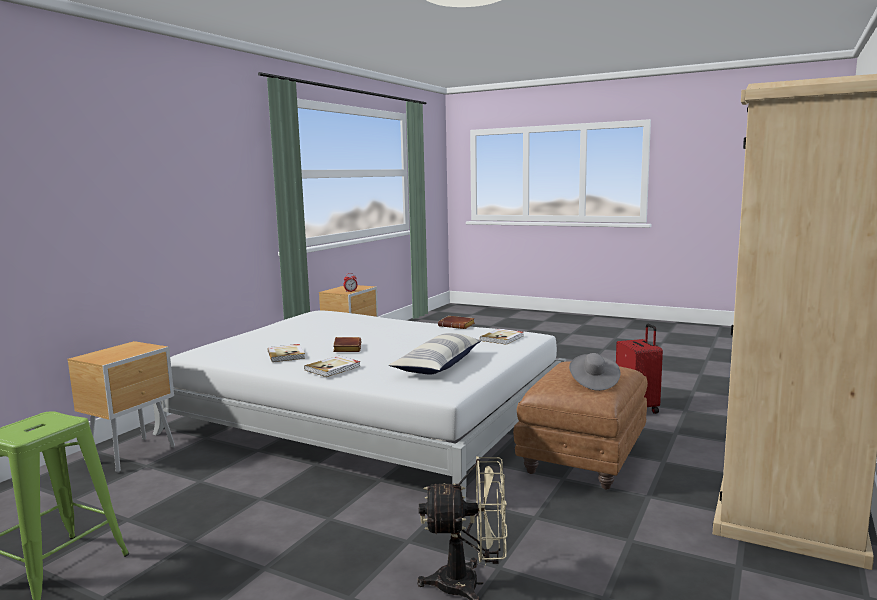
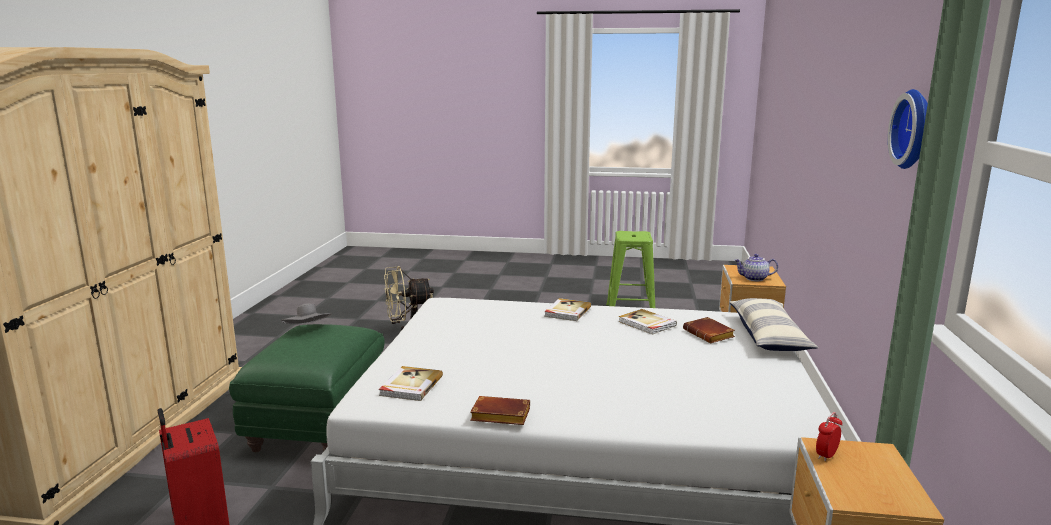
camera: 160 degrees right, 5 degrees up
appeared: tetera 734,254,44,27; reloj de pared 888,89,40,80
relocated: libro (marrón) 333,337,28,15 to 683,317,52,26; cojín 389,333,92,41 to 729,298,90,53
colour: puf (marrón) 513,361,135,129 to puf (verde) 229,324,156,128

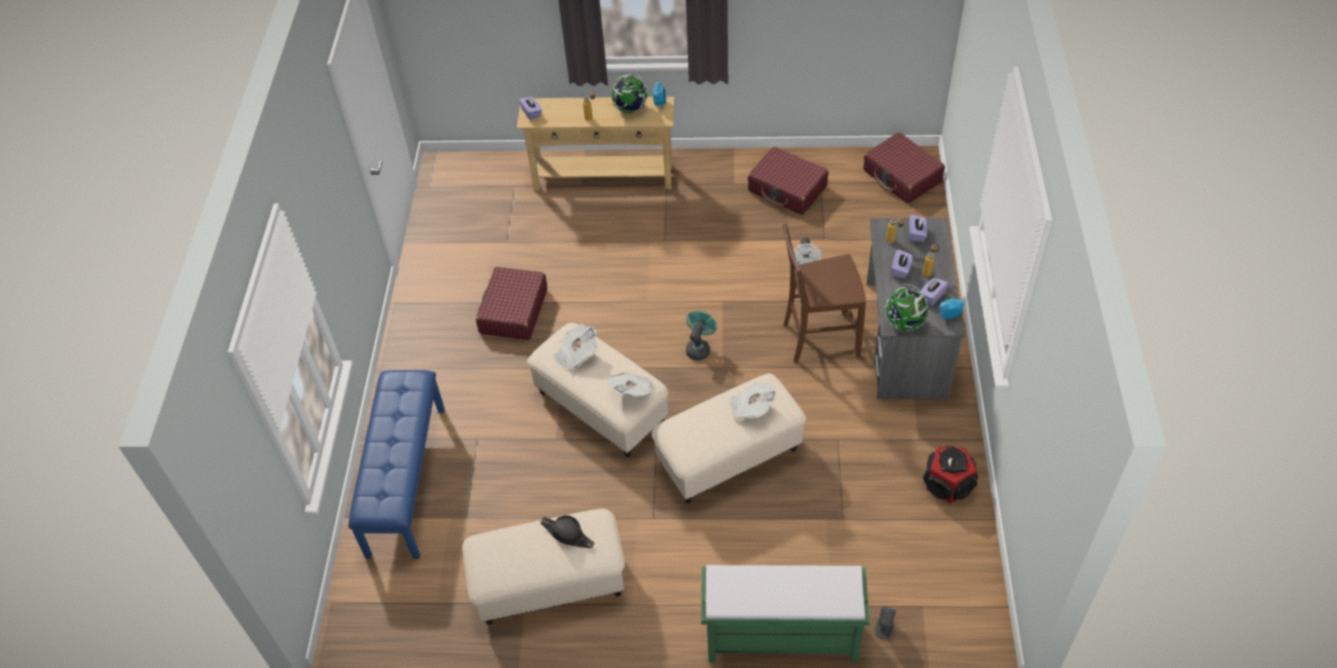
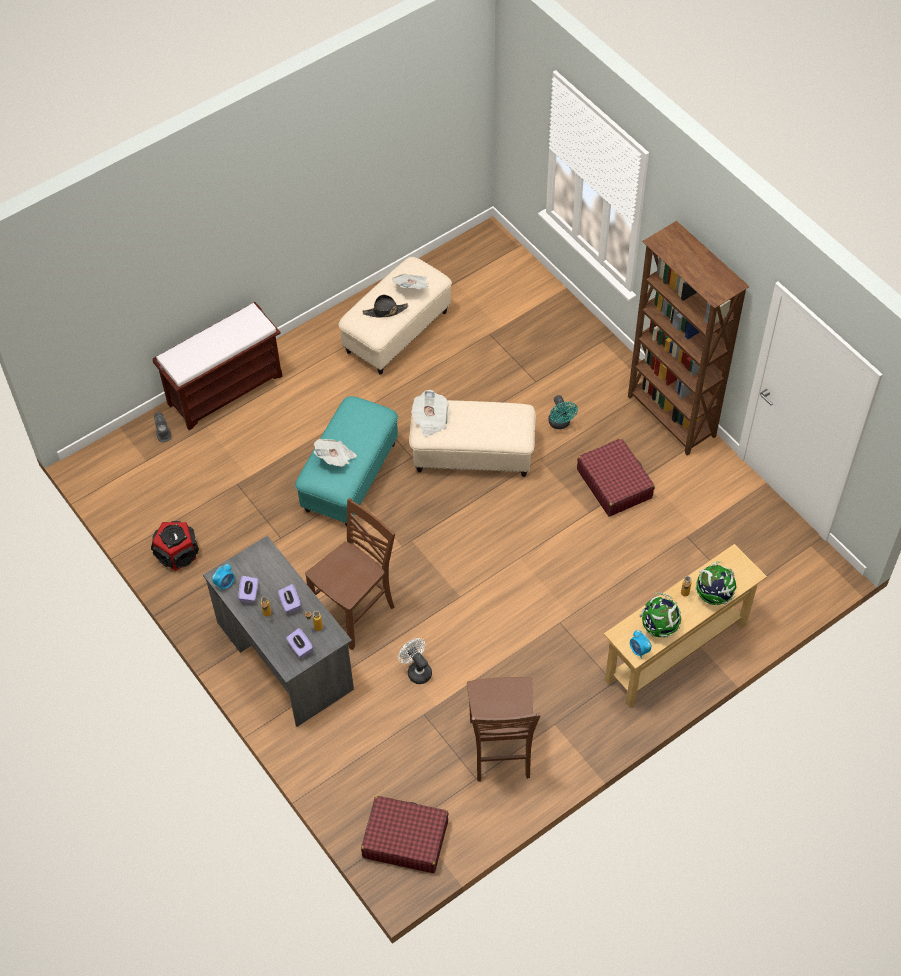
camera: 140 degrees right, 5 degrees up
missing: banco (azul) 348,370,97,189; caja de pañuelos (morado) 519,96,23,24
appeared: estantería (marrón) 628,221,122,235
relocated: periódico 553,324,44,47 to 392,273,37,16; ventilador (turquesa) 686,311,31,49 to 548,395,30,34; globo terráqueo 884,284,44,48 to 695,561,41,44
exchanged: maleta (rojo) 748,146,80,69 to silla (marrón) 467,677,74,105
colour: puf (beis) 652,373,154,130 to puf (turquesa) 295,396,103,131; banco (verde) 701,565,169,98 to banco (marrón) 153,302,129,128

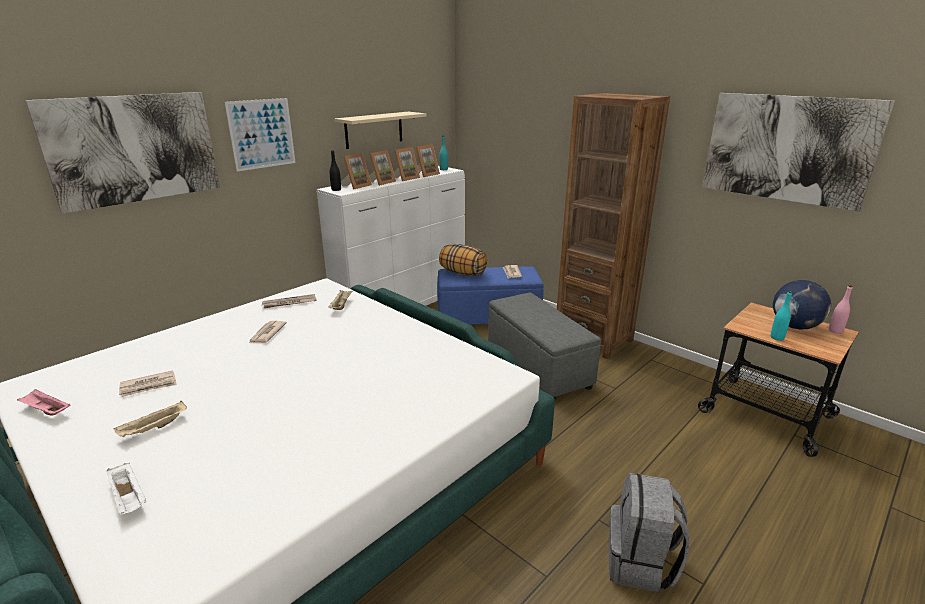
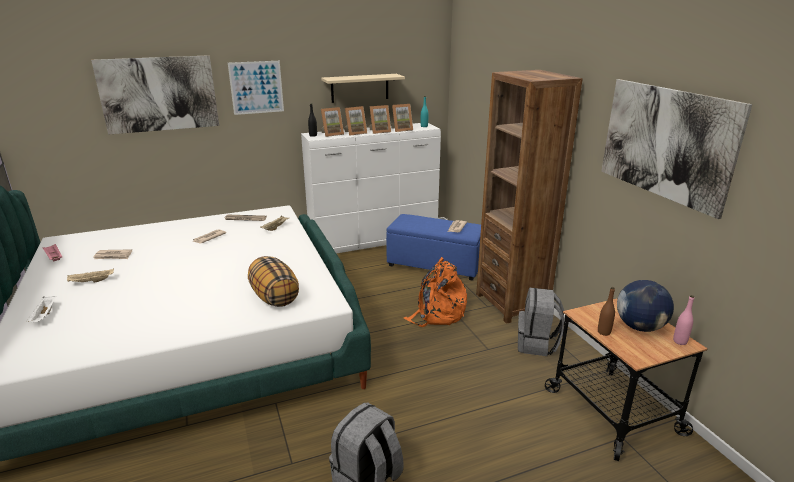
camera: 25 degrees right, 0 degrees up
appeared: mochila (gris) 518,288,46,68
relocated: cojín 439,244,48,32 to 248,256,51,51
exchanged: puf (gris) 488,293,113,107 to mochila (naranja) 404,257,63,70
colour: botella (turquesa) 770,291,22,50 to botella (marrón) 598,287,17,49

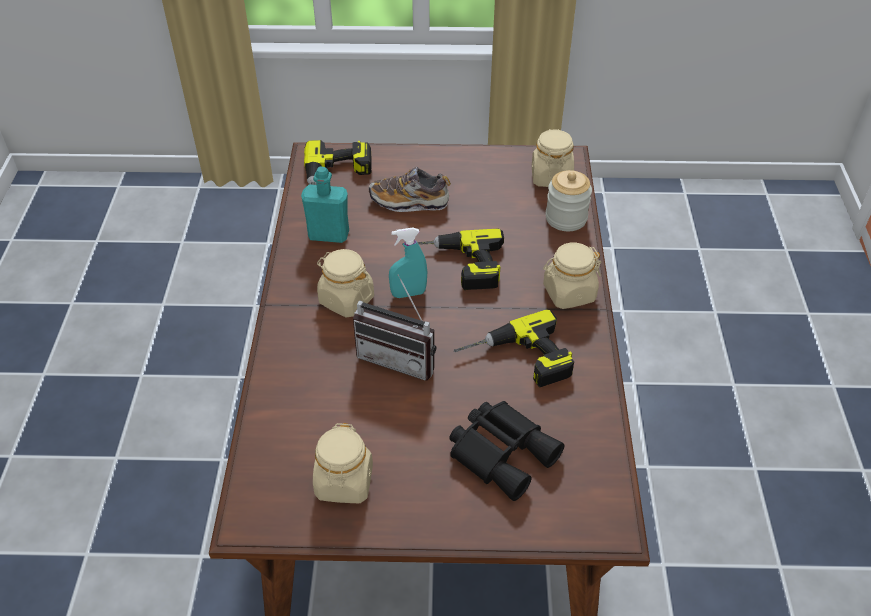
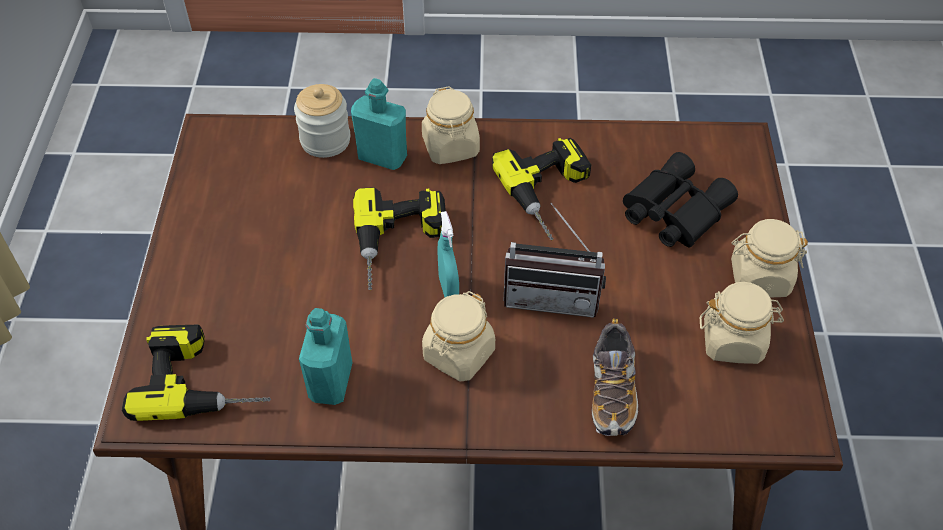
camera: 90 degrees left, 5 degrees up
appeared: botella (turquesa) 351,78,56,92
relocated: zapato 368,167,83,45 to 592,318,46,118; tarro (beis) 532,129,42,58 to 731,219,77,78
spun: radio 353,274,83,106 = 504,203,102,115 75 degrees clockwise

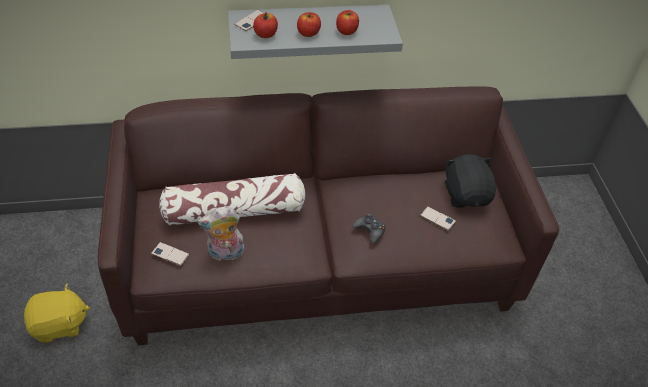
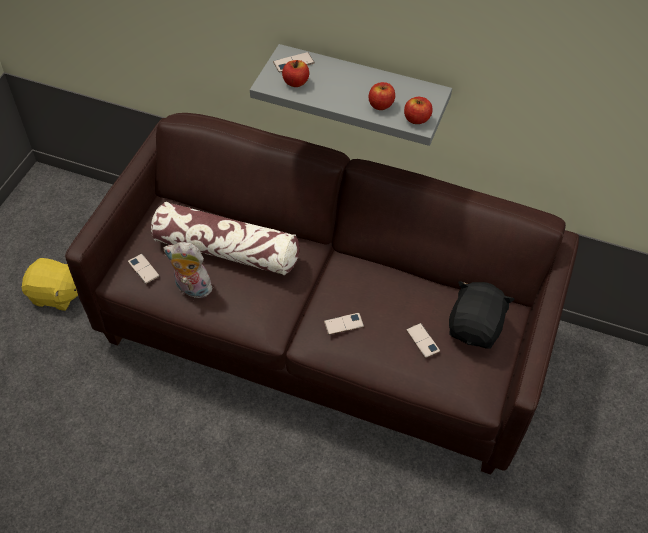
camera: 30 degrees right, 5 degrees up
relocated: manzana 297,12,24,25 to 404,97,28,27
exchanged: mando de consola (negro) 353,213,32,31 to móvil 324,313,40,22

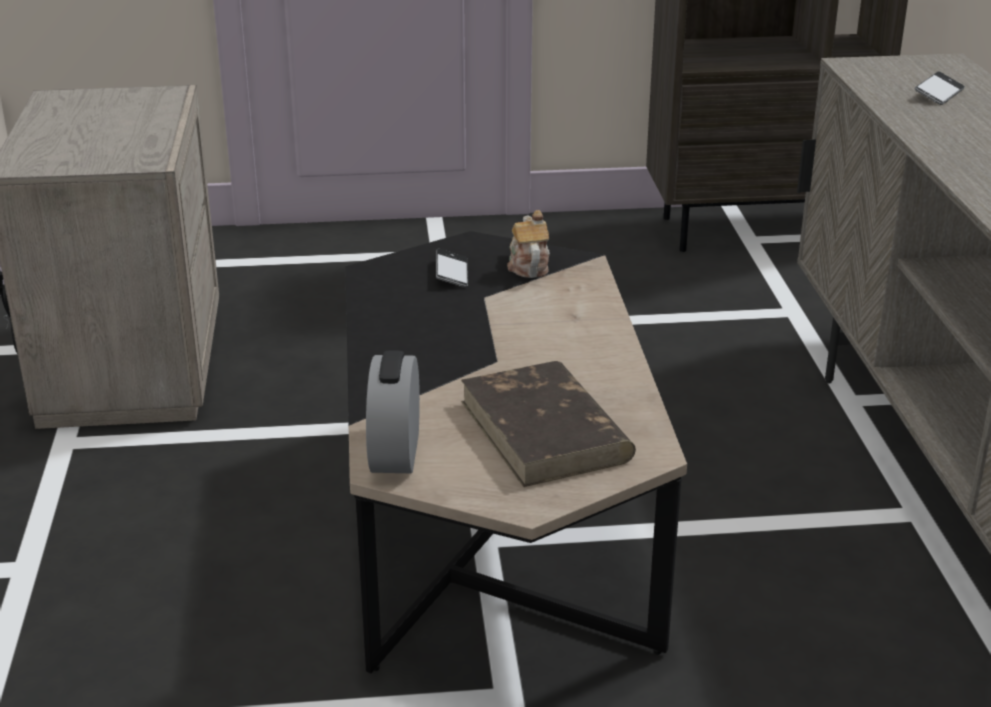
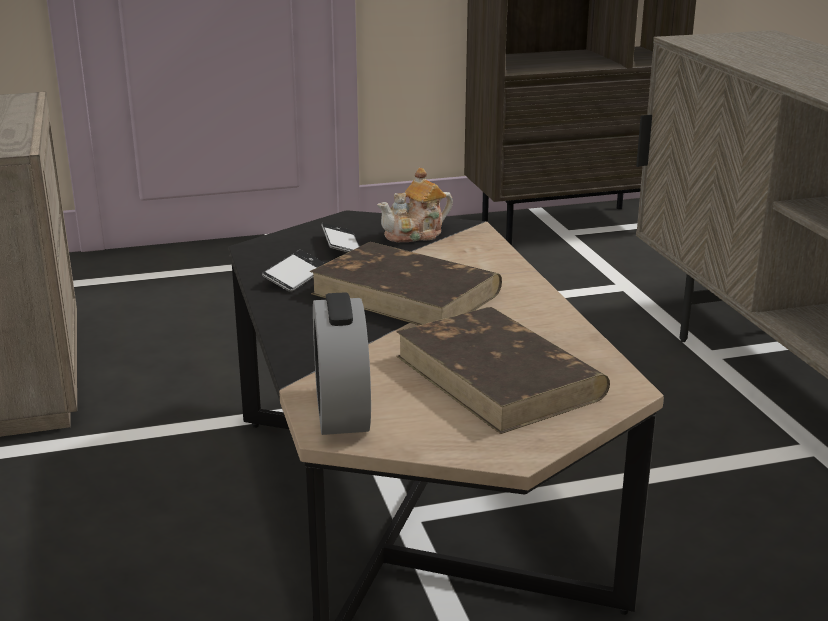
camera: 10 degrees left, 5 degrees down
appeared: libro (marrón) 310,242,192,83
relocated: móvil 915,71,50,34 to 262,250,63,42
spun: tetera 507,210,43,68 = 377,168,76,74 105 degrees counterclockwise

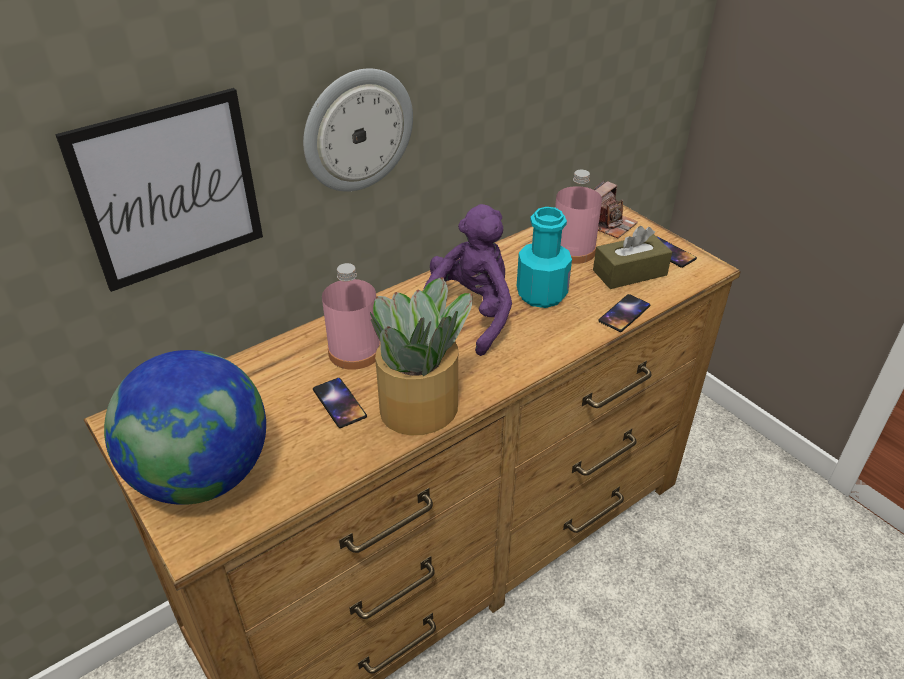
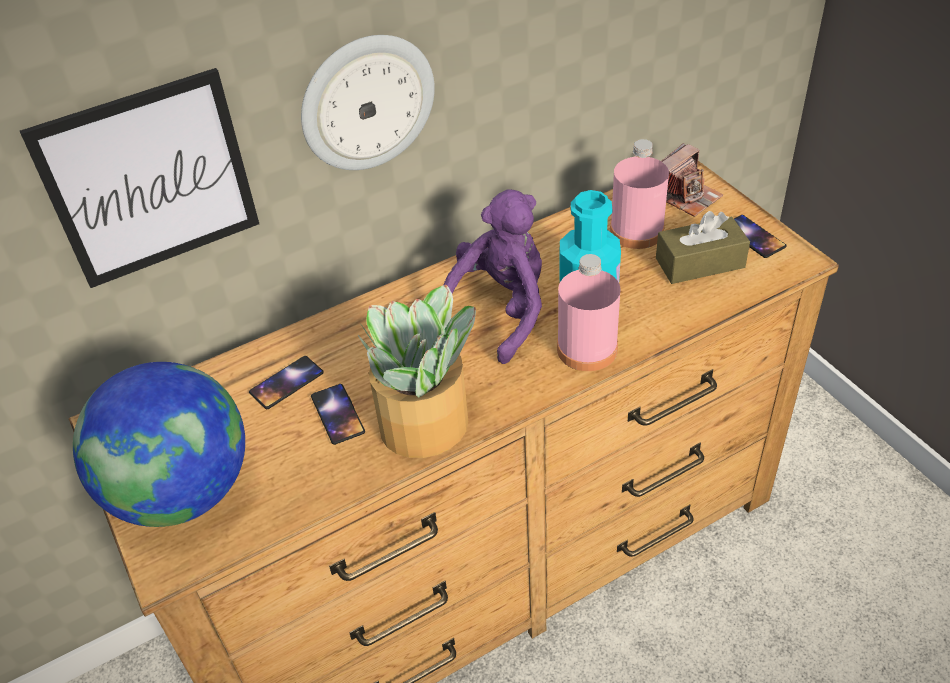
camera: 10 degrees right, 5 degrees up
relocated: botella (rosa) 322,263,58,107 to 557,254,64,117; móvil 598,294,53,38 to 249,356,75,53

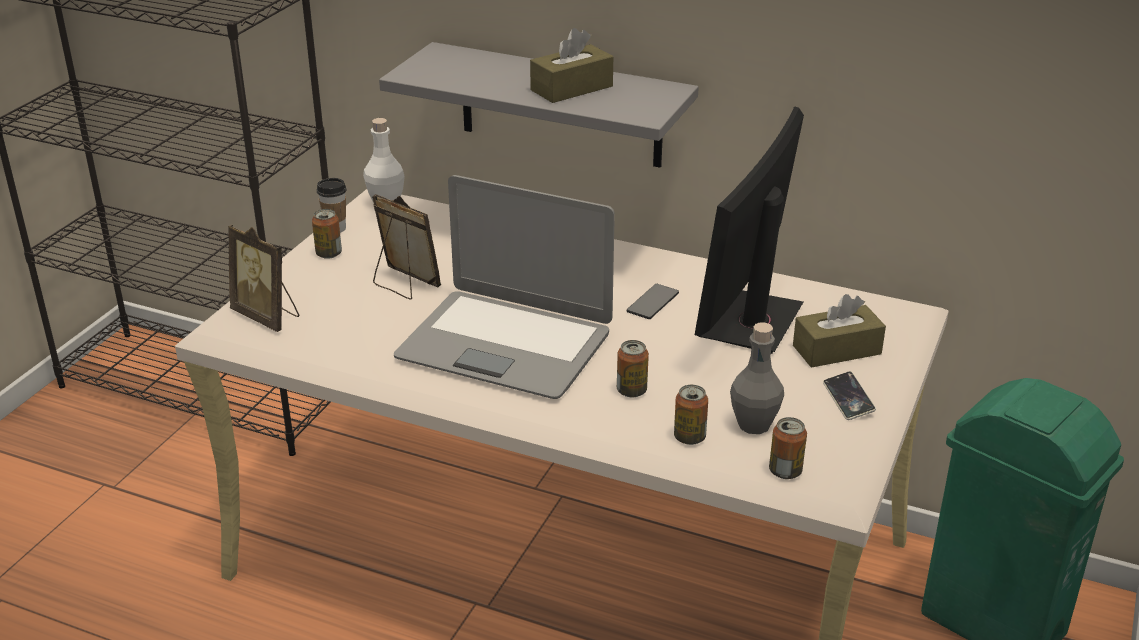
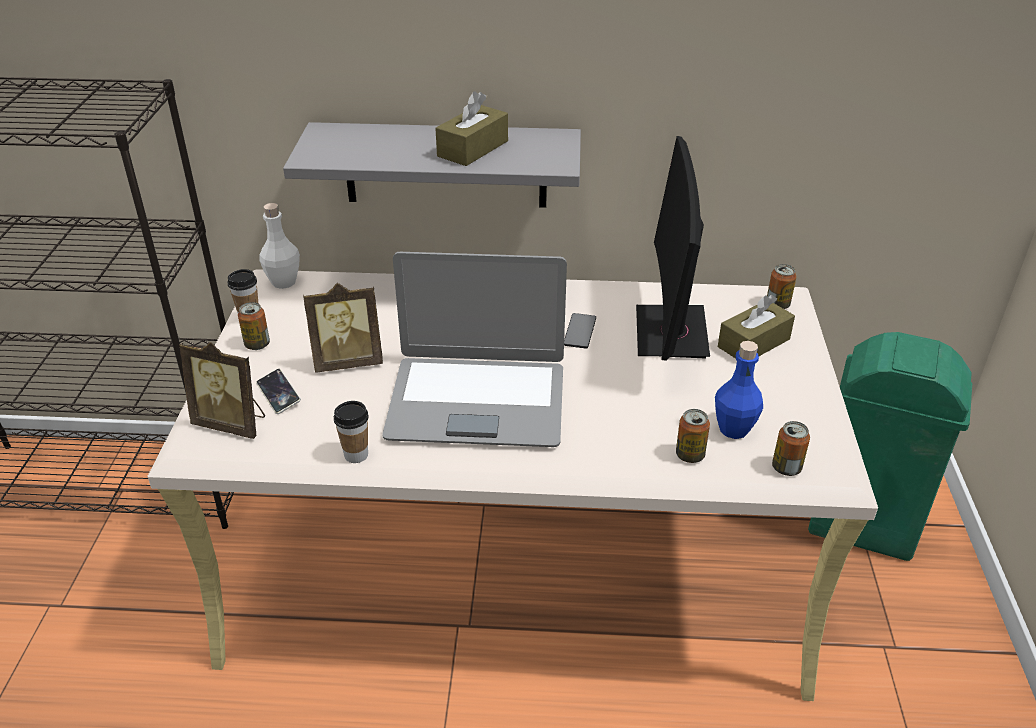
camera: 20 degrees left, 5 degrees up
appeared: taza 334,401,35,62
relocated: lata 617,340,32,57 to 767,264,30,45; móvil 823,371,53,49 to 256,369,45,45
colour: botella (gris) 730,322,54,112 to botella (azul) 715,341,48,98
spun: portarretratos 372,194,69,106 = 303,283,80,90 150 degrees clockwise

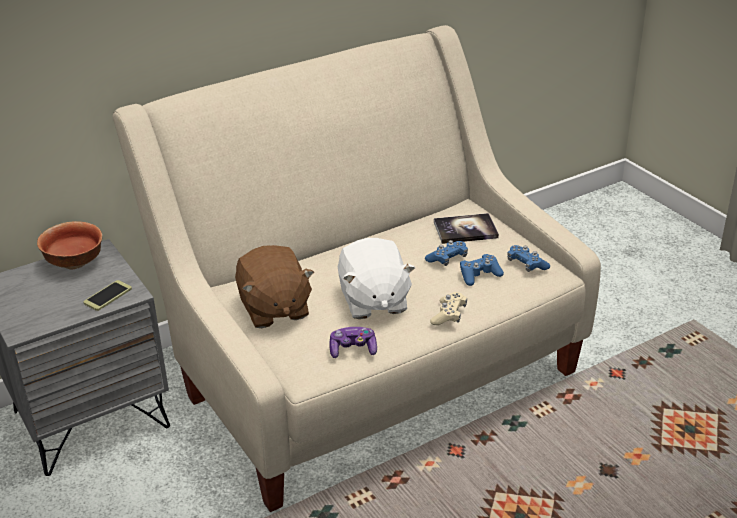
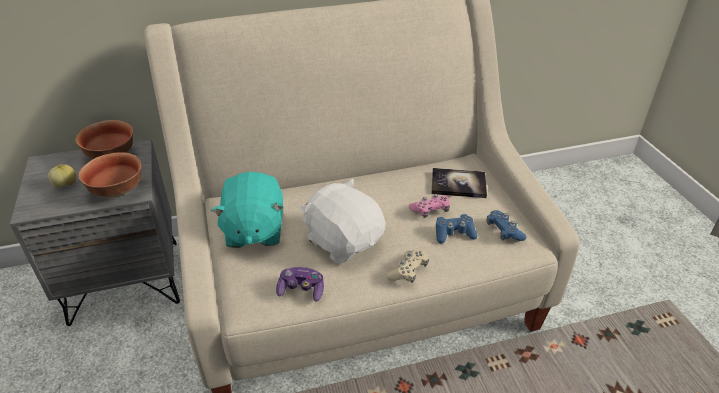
camera: 15 degrees right, 5 degrees up
appeared: manzana 48,164,28,24
exchanged: móvil 83,280,49,31 to cuenco 78,152,64,45
colour: peluche (marrón) 235,245,79,83 to peluche (turquesa) 211,172,72,76; mando de consola (azul) 425,240,43,26 to mando de consola (rosa) 409,194,41,24
spun: peluche (blanco) 338,238,77,81 = 300,178,86,86 135 degrees clockwise

